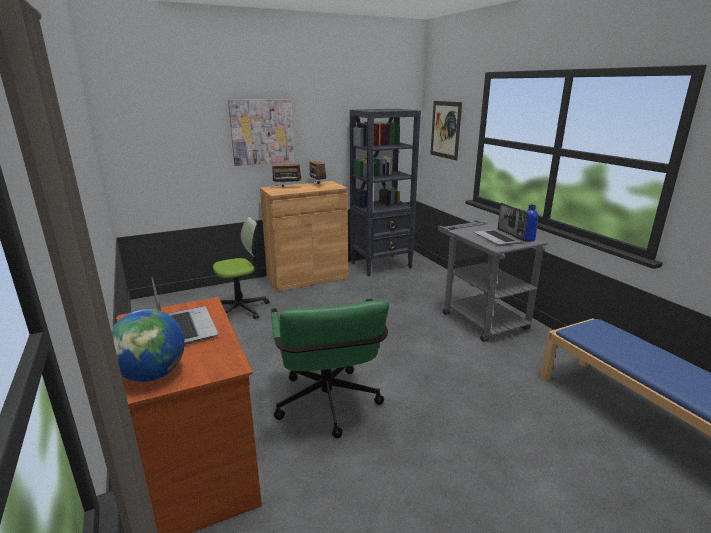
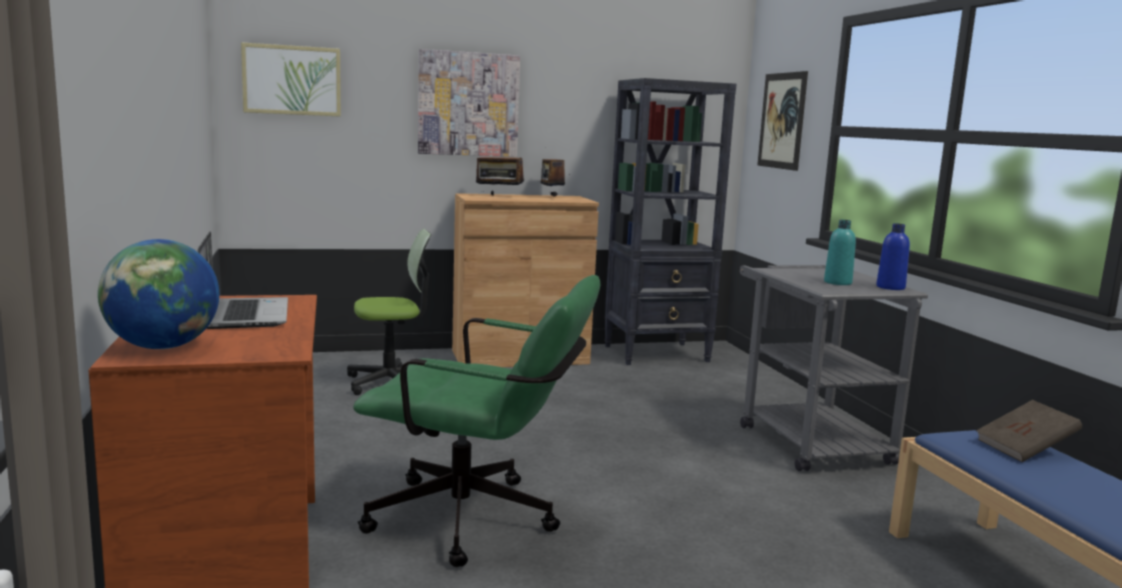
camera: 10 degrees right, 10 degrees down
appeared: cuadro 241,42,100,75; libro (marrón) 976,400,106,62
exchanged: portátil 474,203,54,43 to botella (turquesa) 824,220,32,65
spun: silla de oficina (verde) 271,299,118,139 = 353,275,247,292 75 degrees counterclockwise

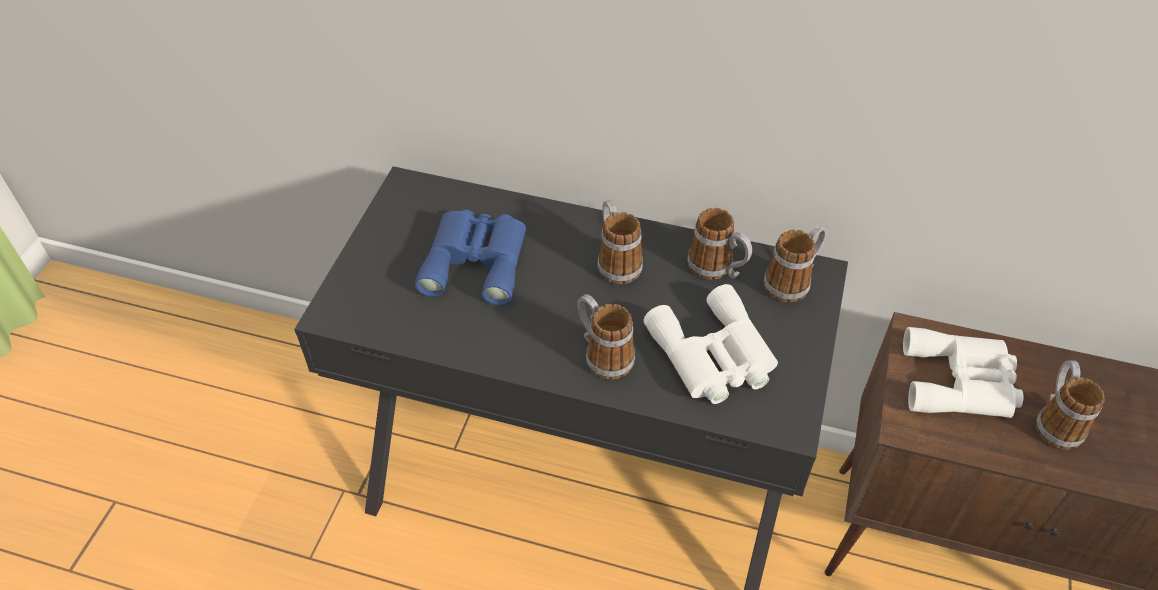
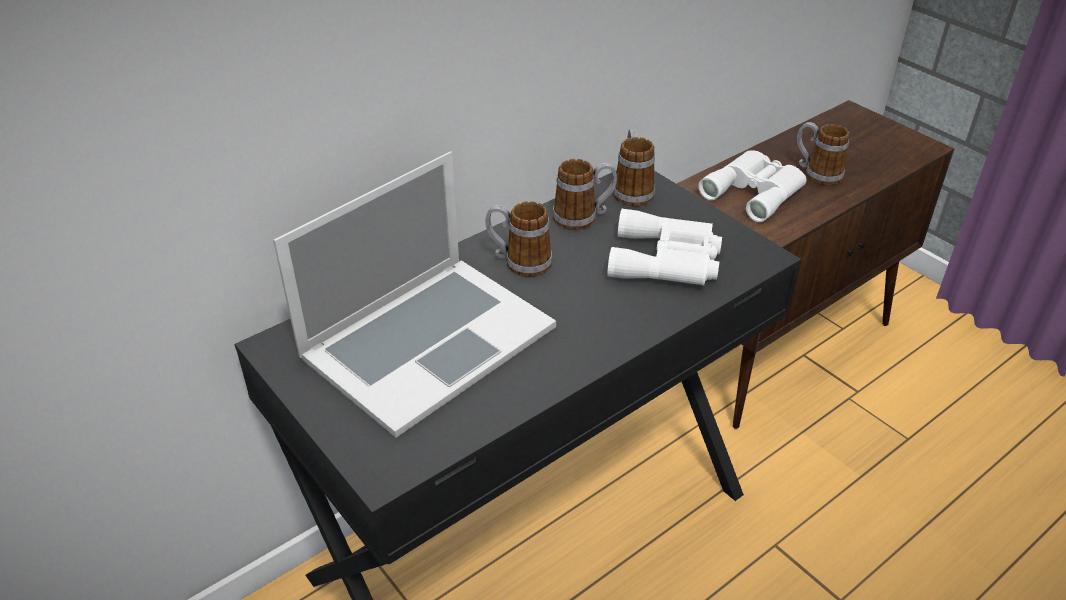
camera: 55 degrees left, 10 degrees down
missing: taza grande 577,294,58,85
exchanged: prismáticos (azul) 415,210,111,96 to portátil 273,151,283,287

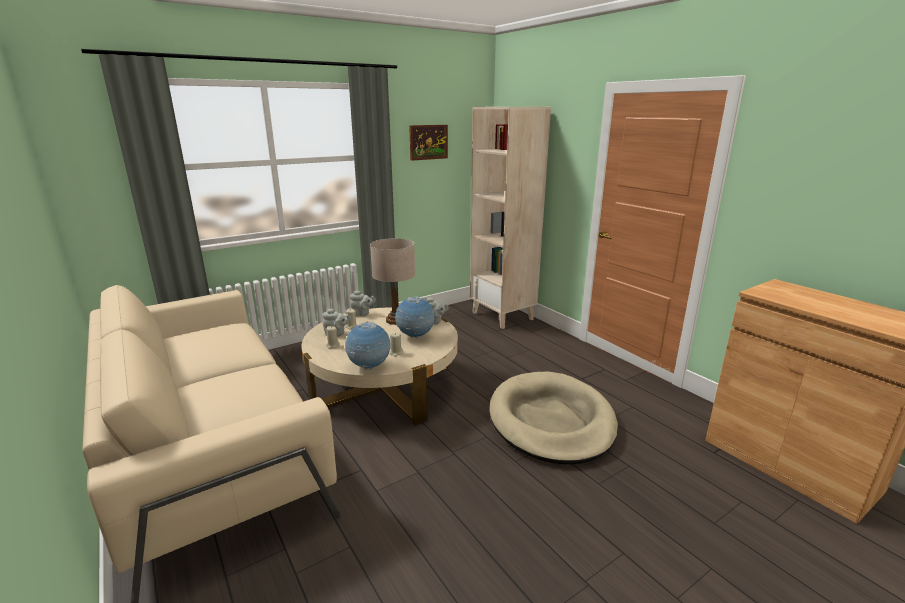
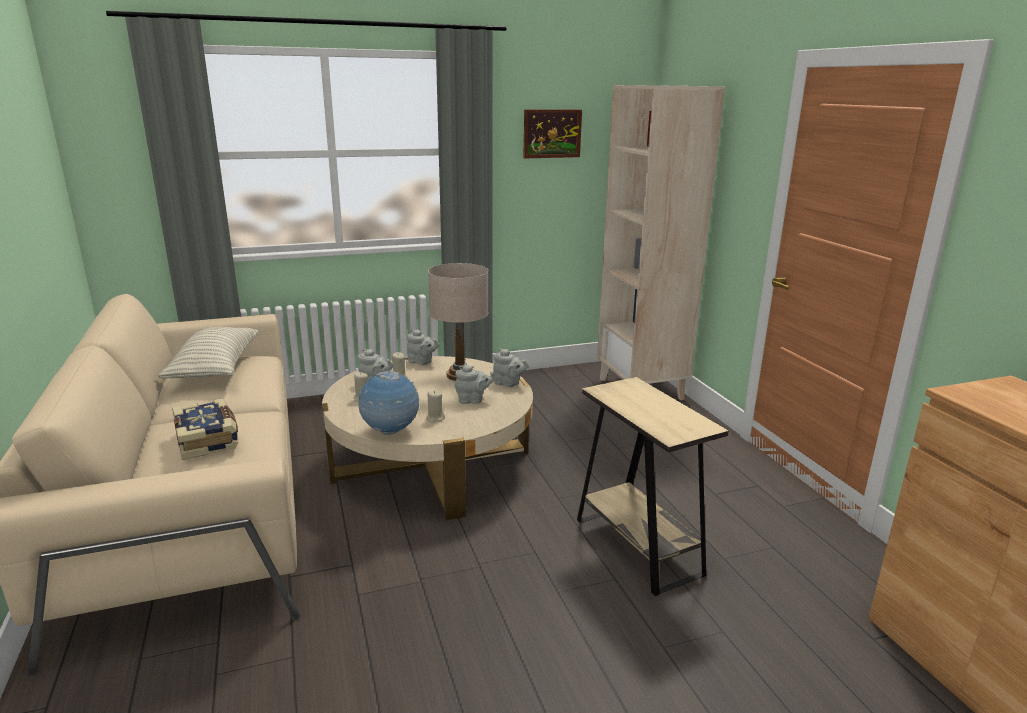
camera: 15 degrees right, 0 degrees up
appeared: cojín 158,327,101,51; libro 172,398,66,62
exchanged: globo terráqueo 395,296,40,42 to tetera (gris) 454,365,42,39; cama para perro (beis) 489,372,129,92 to mesa auxiliar (beis) 577,377,152,219

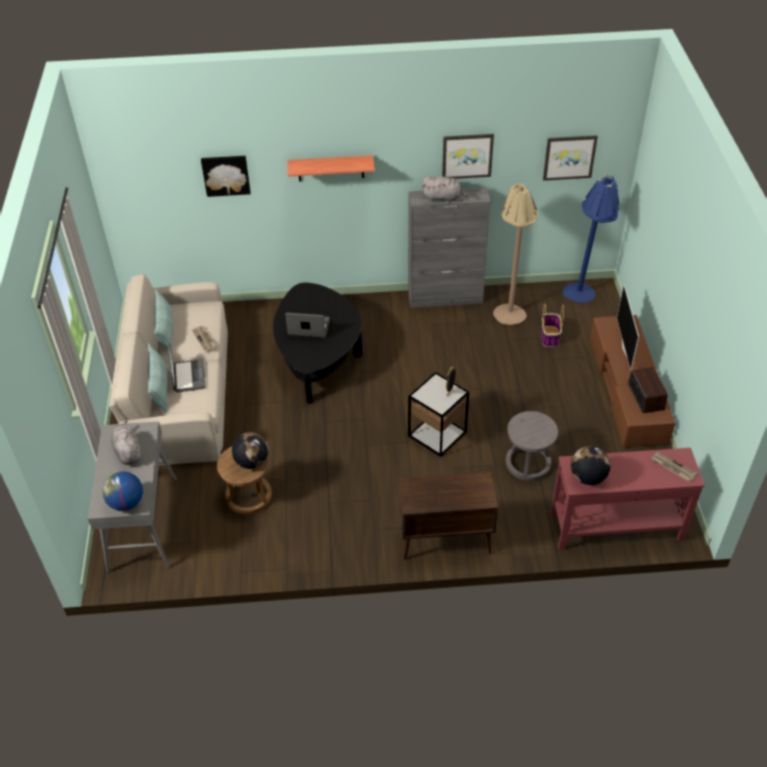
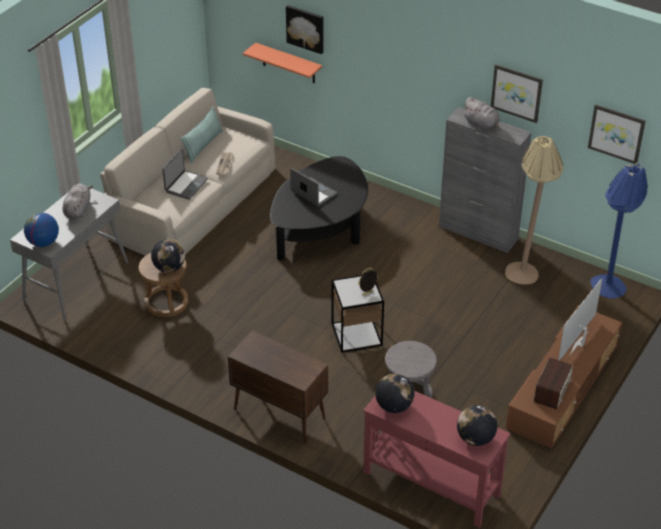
camera: 35 degrees right, 5 degrees down
missing: cojín 148,344,19,68; cesta 541,304,23,43
relocated: estante 288,155,87,27 to 243,43,79,40
exchanged: periódico 651,452,46,29 to globo terráqueo 457,405,40,41

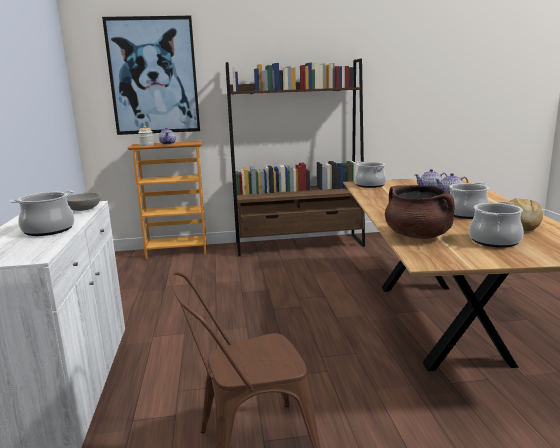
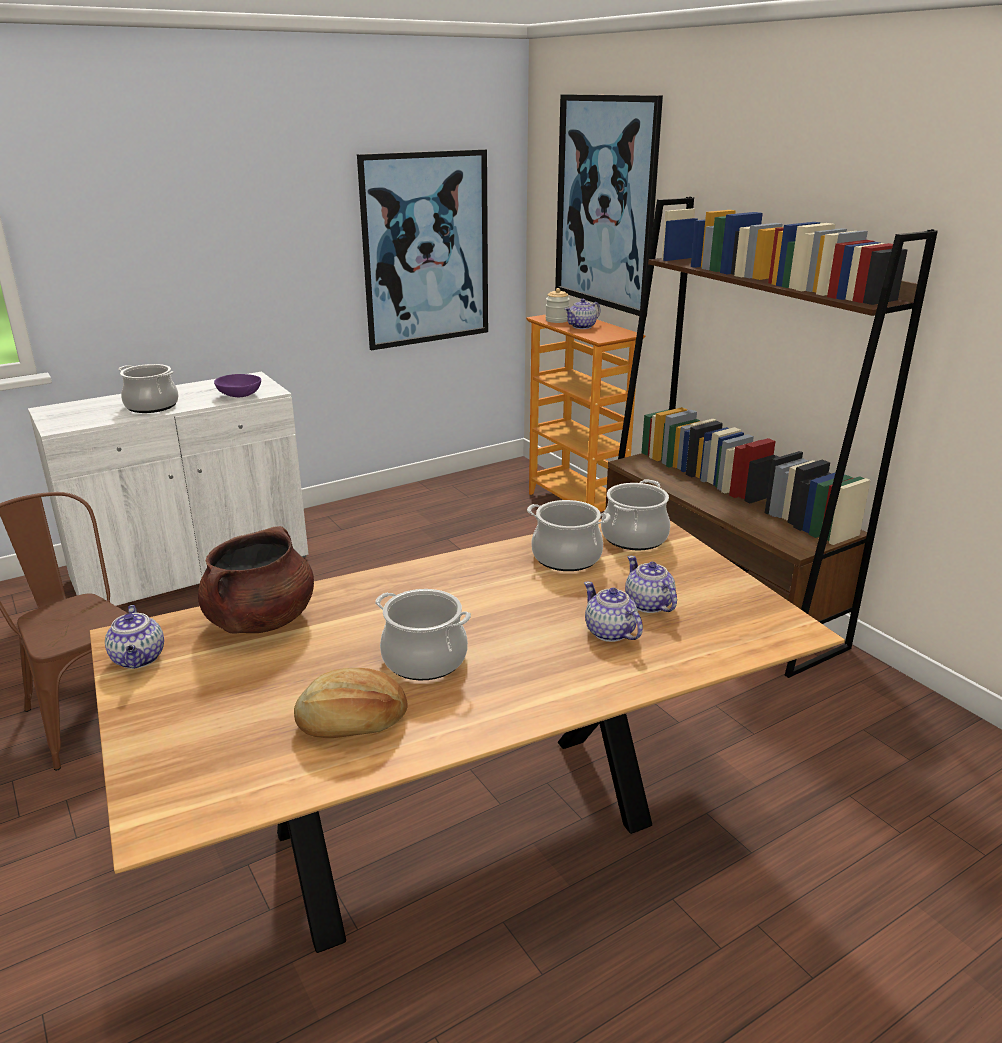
camera: 65 degrees right, 10 degrees up
appeared: tetera 105,605,59,64; cuadro 357,149,131,201
relocated: olla 469,201,55,47 to 527,500,83,71
colour: cuenco (gris) 66,193,35,18 to cuenco (morado) 214,374,47,23

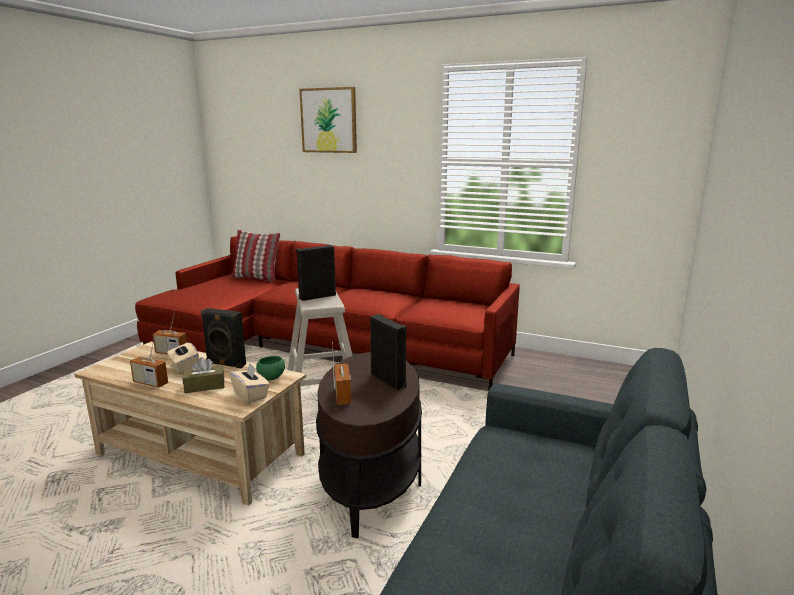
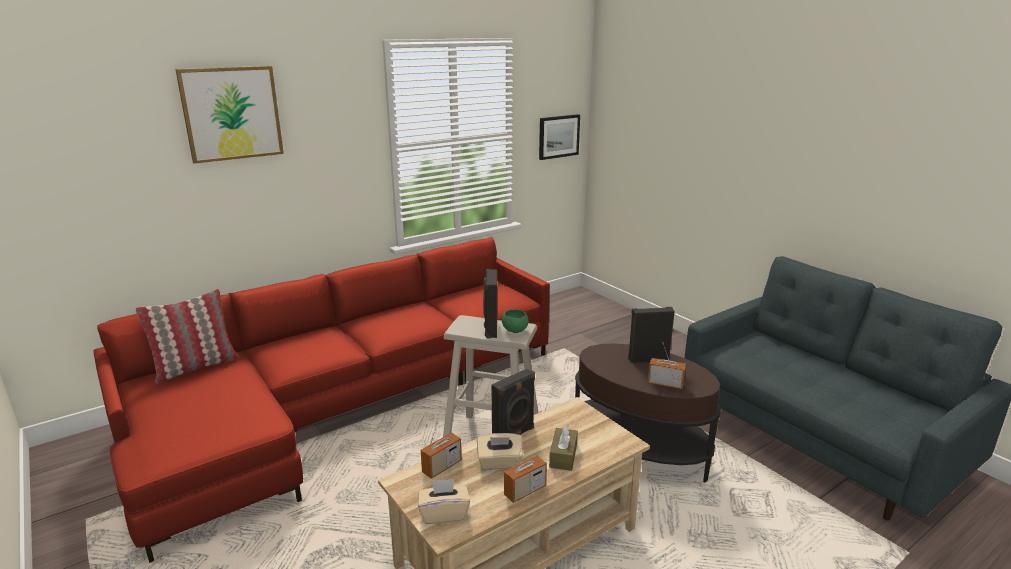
camera: 60 degrees left, 5 degrees up
appeared: cuadro 539,114,41,46
relocated: caja de pañuelos (beis) 230,362,40,41 to 418,479,52,45; cuenco (verde) 256,356,29,25 to 502,309,26,24

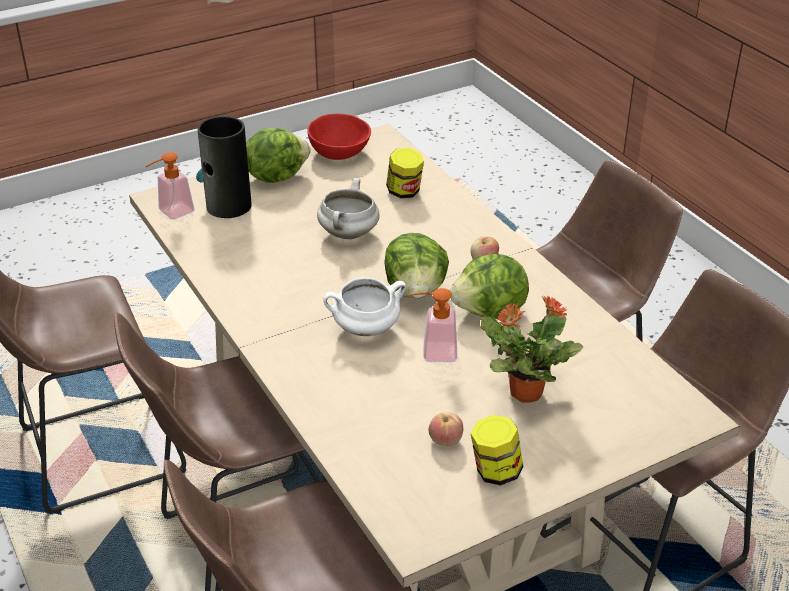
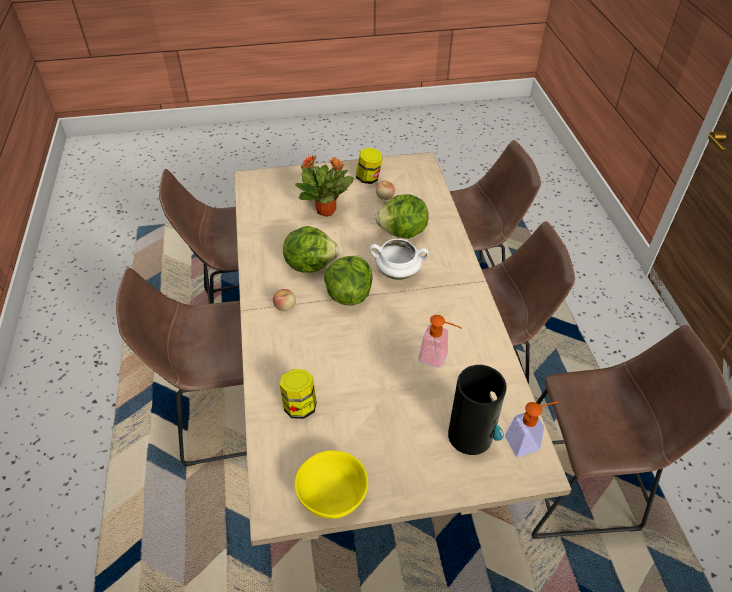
camera: 160 degrees left, 10 degrees up
missing: olla (blanco) 317,178,63,61
relocated: lechuga 246,128,65,55 to 375,194,54,45; dispensador de jabón 409,288,48,74 to 418,315,44,53
colour: cuenco (rojo) 307,114,64,46 to cuenco (amarillo) 295,450,73,69

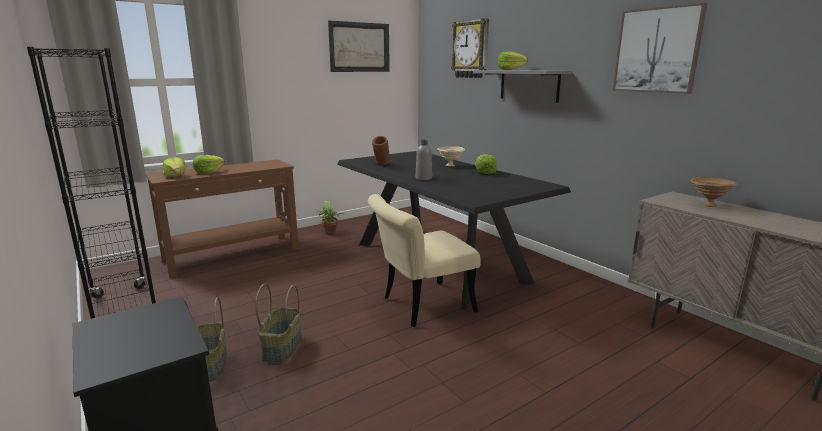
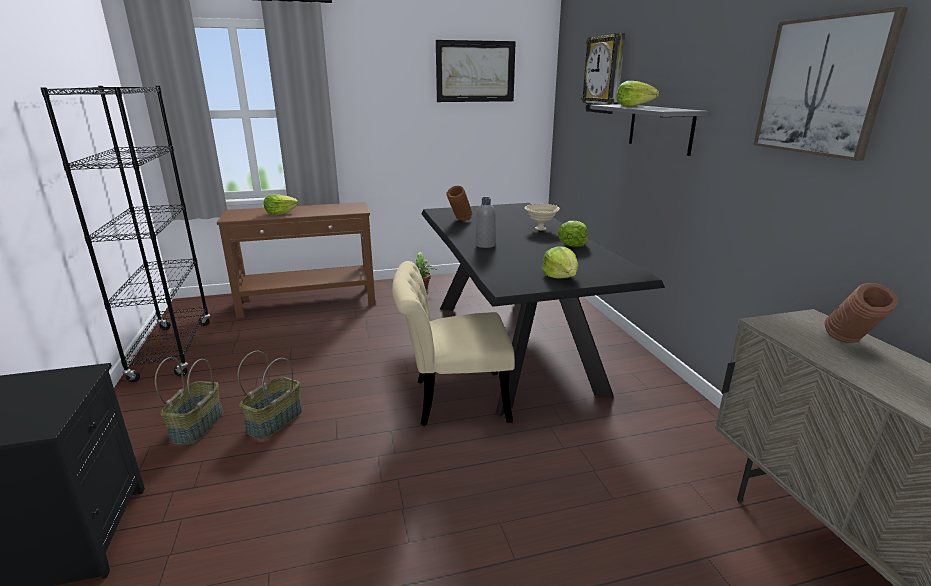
camera: 20 degrees right, 5 degrees up
relocated: lechuga 163,157,24,20 to 542,246,37,32
exchanged: cuenco (marrón) 691,177,46,30 to florero (marrón) 824,283,74,60

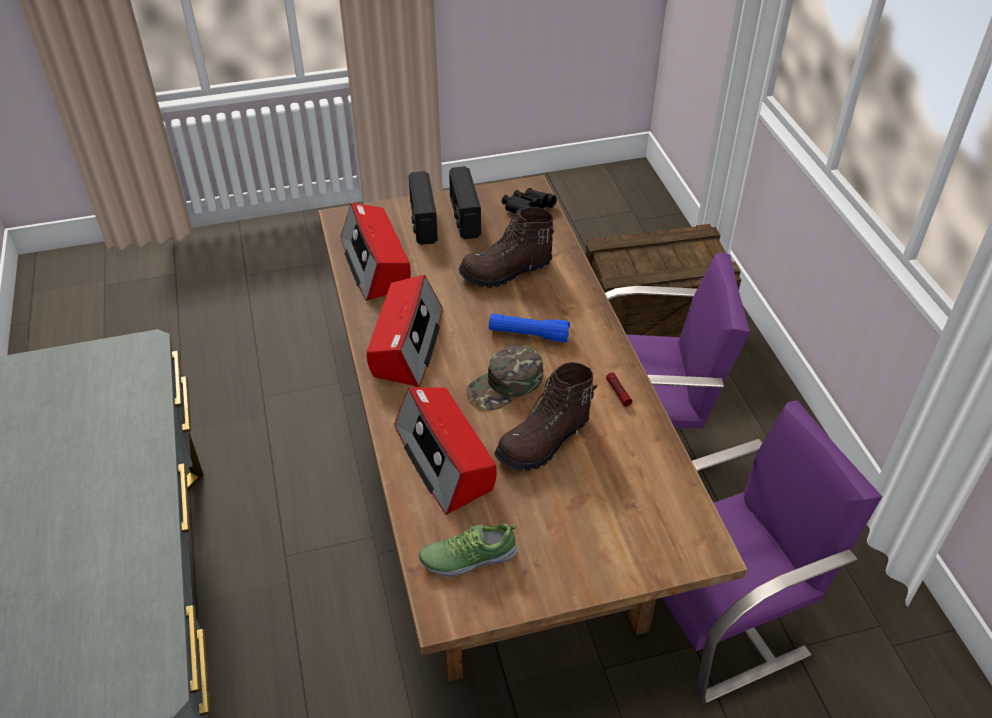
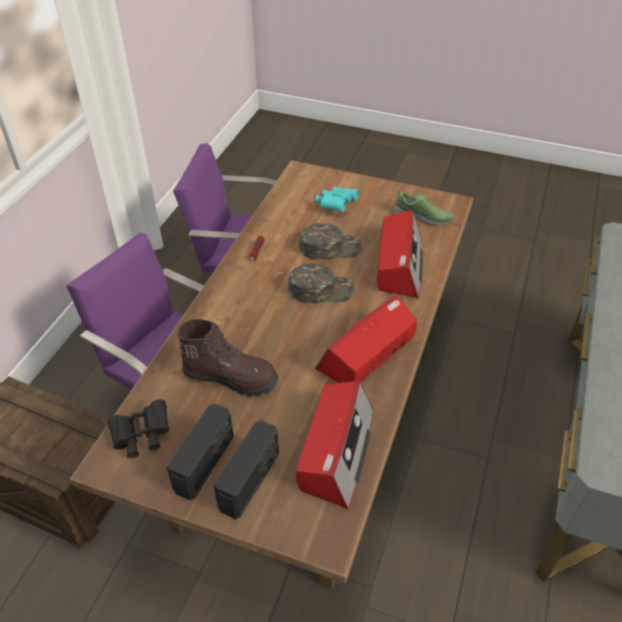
camera: 145 degrees left, 0 degrees up
missing: linterna (azul) 489,314,81,29
appeared: prismáticos (turquesa) 315,187,44,25
exchanged: bota (marrón) 494,362,103,109 to gorra (verde) 299,223,63,37

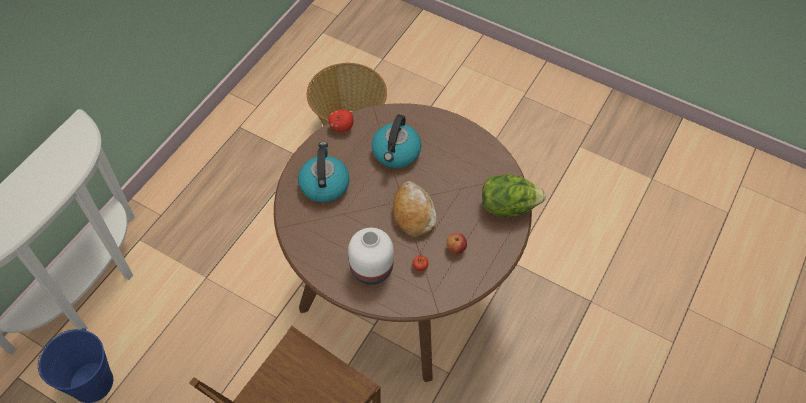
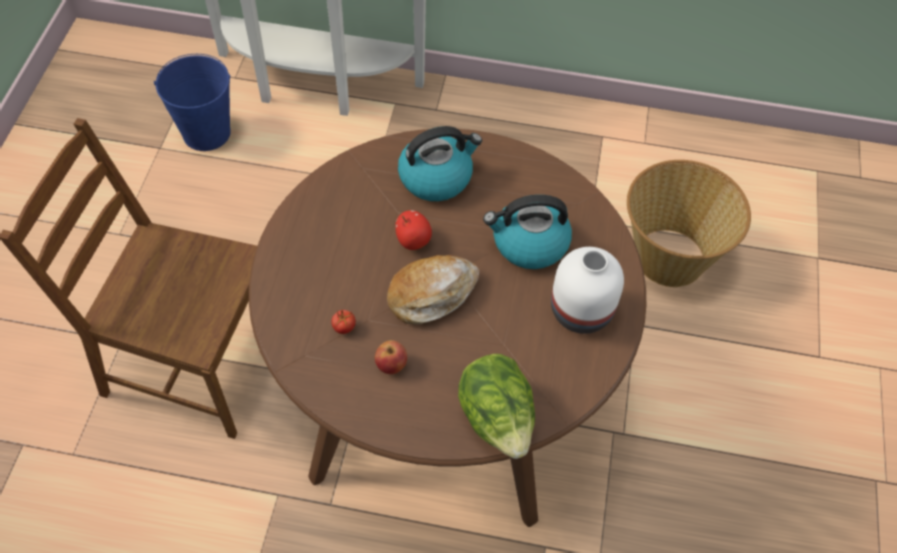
camera: 70 degrees right, 0 degrees up
relocated: manzana 329,110,24,22 to 395,210,37,40; florero (blanco) 348,228,46,57 to 551,247,73,87

